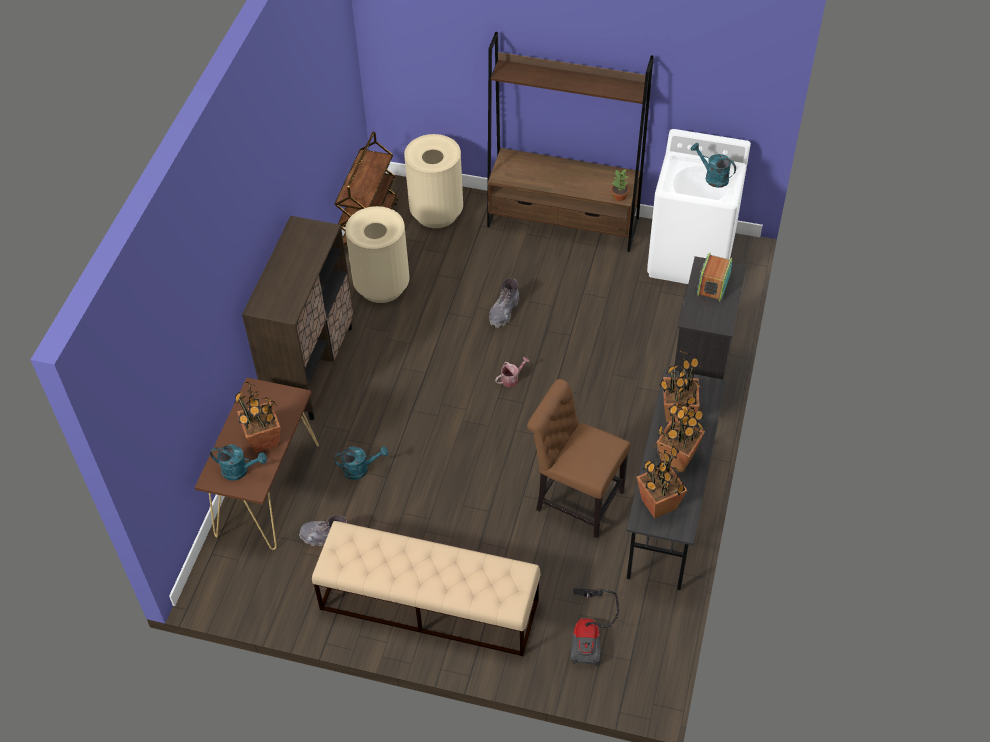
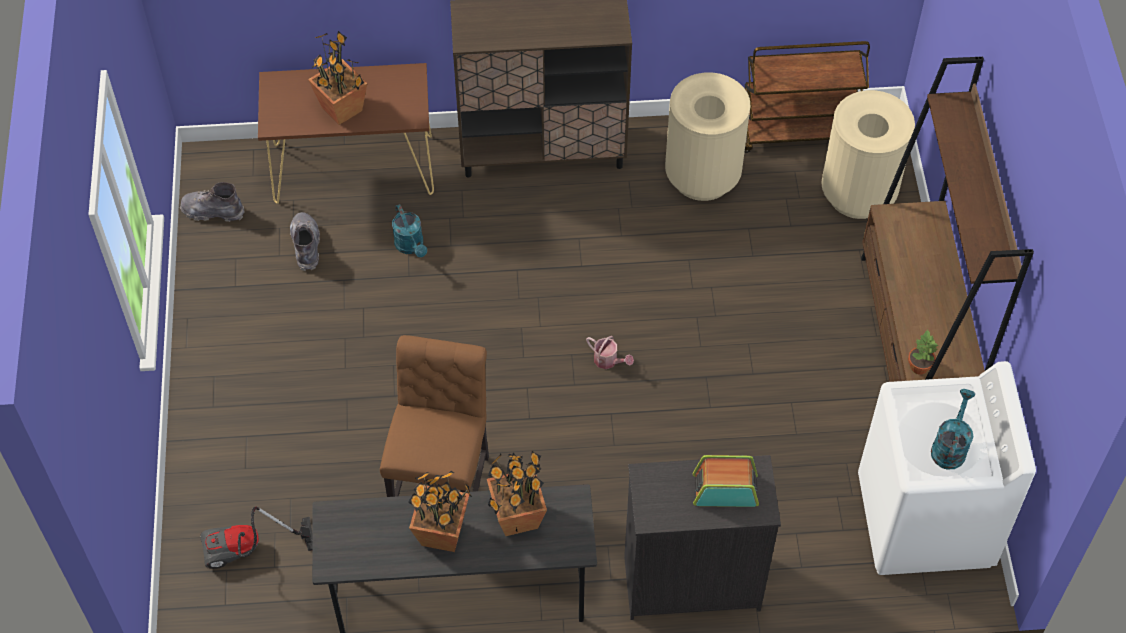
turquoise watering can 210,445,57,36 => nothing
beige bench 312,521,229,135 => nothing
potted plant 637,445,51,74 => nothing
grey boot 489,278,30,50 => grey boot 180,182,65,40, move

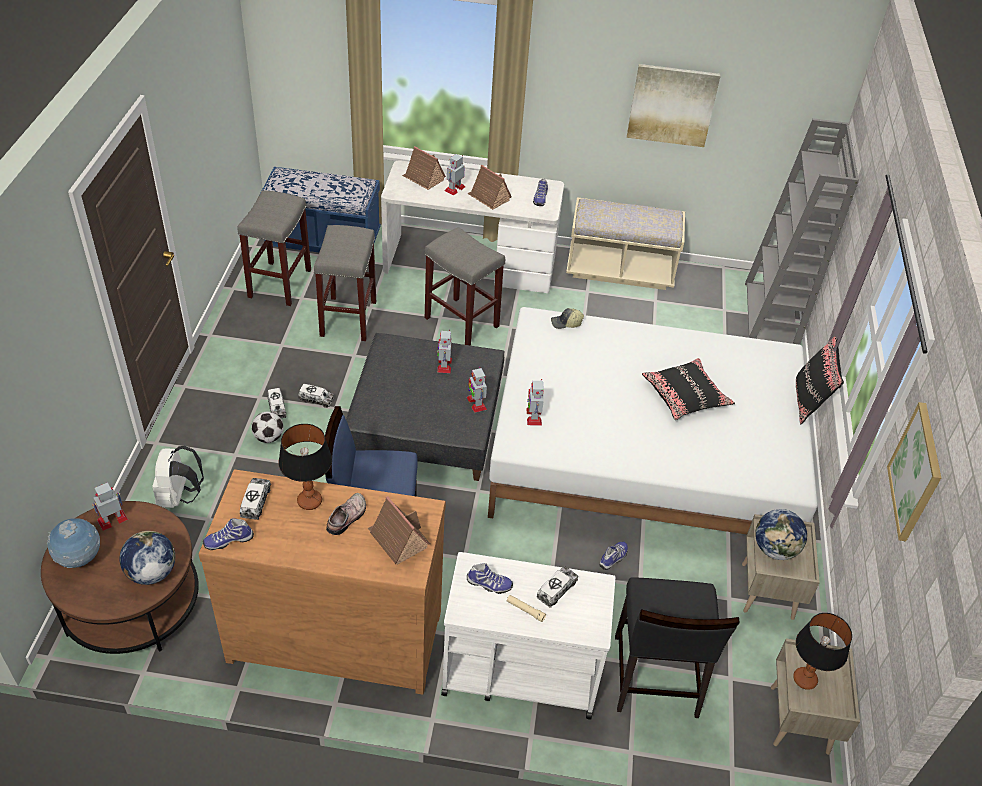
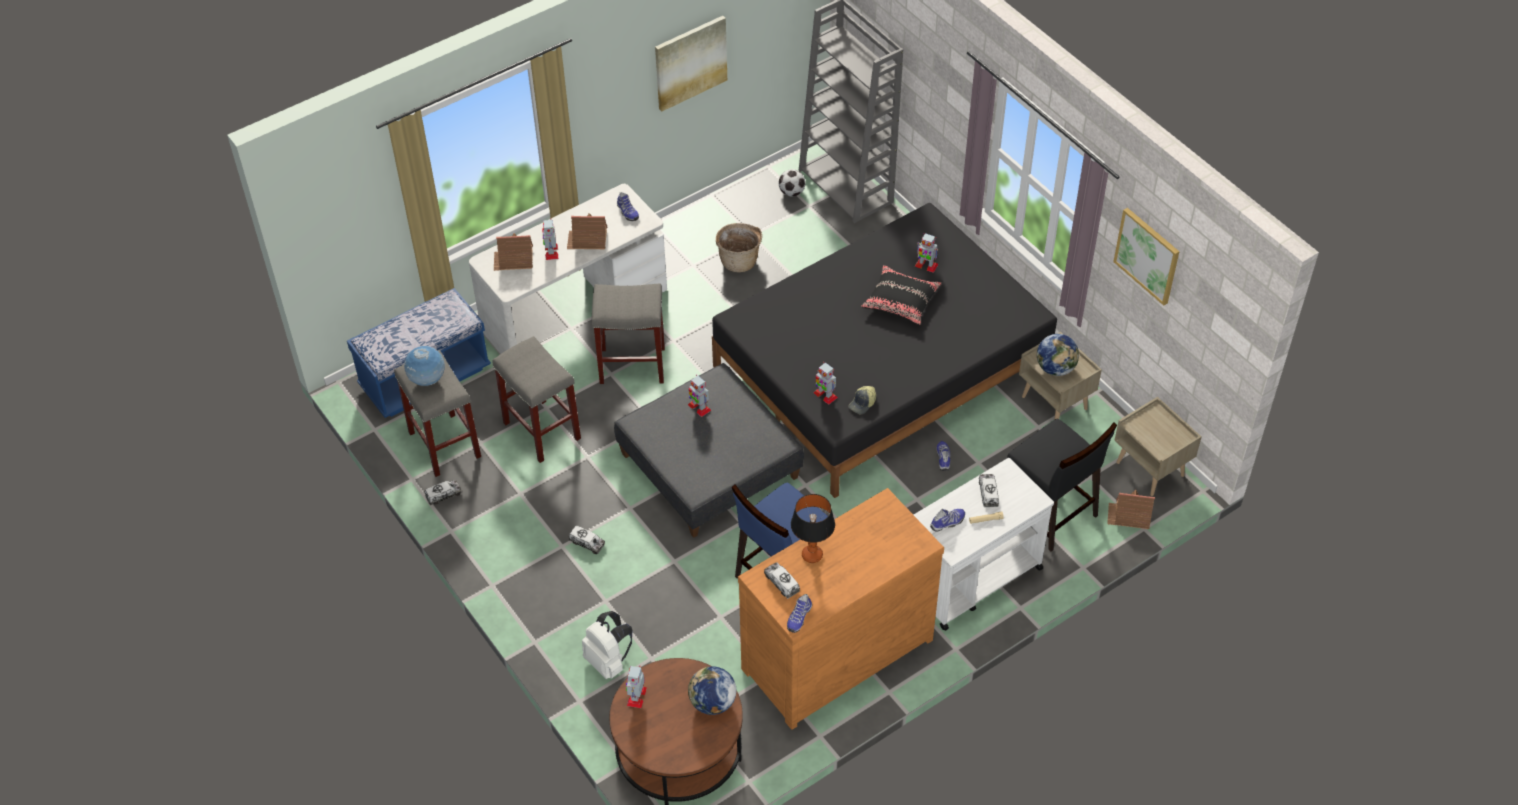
shoe 326,493,40,42 => nothing
beige bench 566,197,119,93 => nothing
table lamp 793,613,59,77 => nothing
black pillow 796,337,48,87 => nothing
nothing => basket 716,223,46,49
globe 47,518,53,50 => globe 404,346,41,40, move
football 251,412,33,31 => football 779,169,27,27, move
toy truck 298,384,36,24 => toy truck 425,480,37,25, move
toy house 368,496,63,69 => toy house 1108,490,47,39, move
toy robot 467,367,20,46 => toy robot 915,233,23,40, move
cap 551,308,33,21 => cap 848,386,28,29, move
white bed 488,307,330,227 => black bed 712,203,345,295

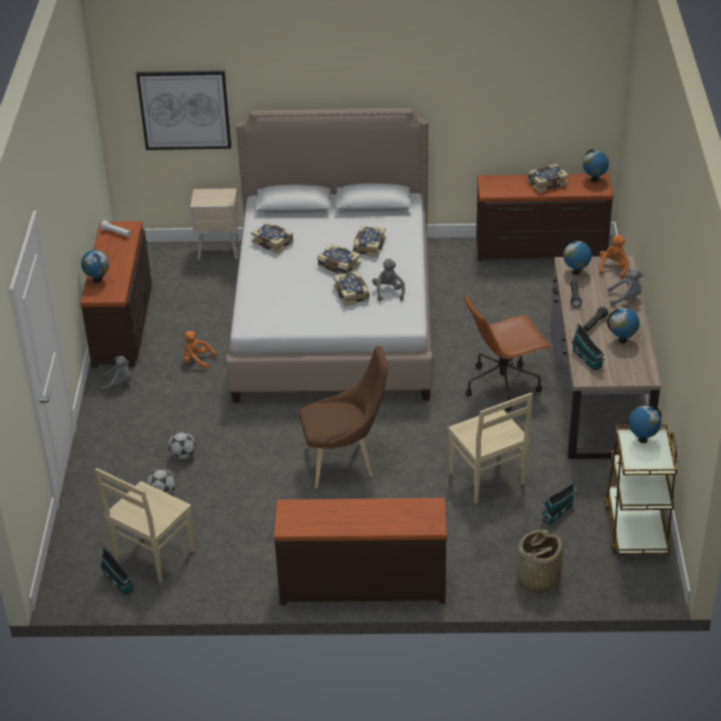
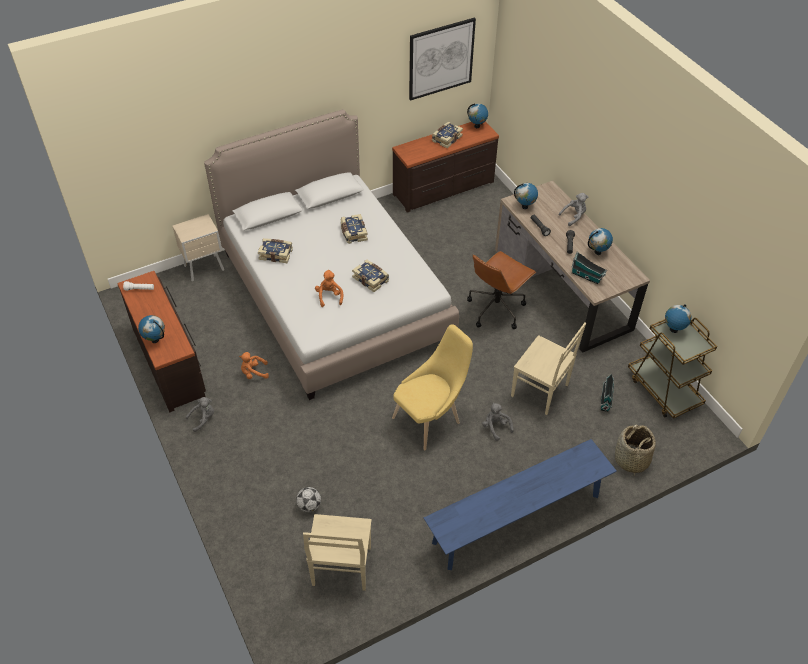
toy house 100,546,34,49 => nothing
football 168,432,28,27 => nothing
book 317,244,44,31 => nothing
picture 136,71,95,79 => picture 409,18,67,83, move
grey plush toy 372,259,33,42 => grey plush toy 482,402,32,39, move
orange plush toy 599,235,30,44 => orange plush toy 315,270,28,37, move
brown dresser 274,498,173,107 => blue bench 424,439,193,131
brown chair 299,346,89,142 => yellow chair 392,324,81,127

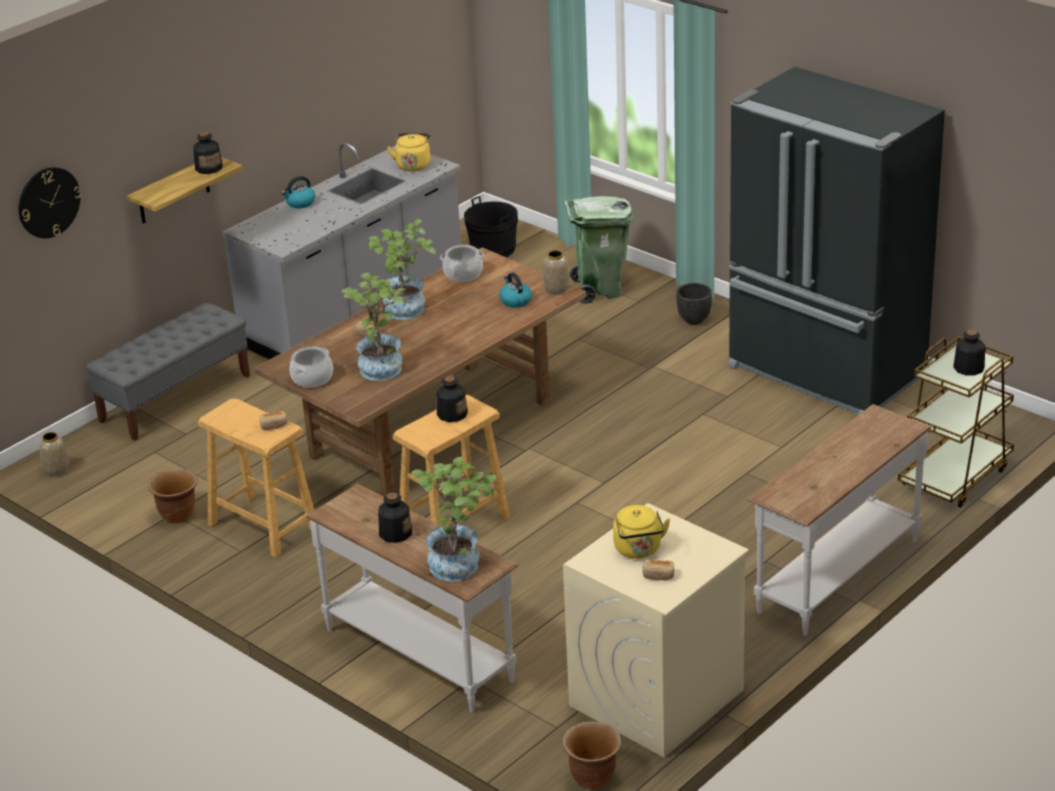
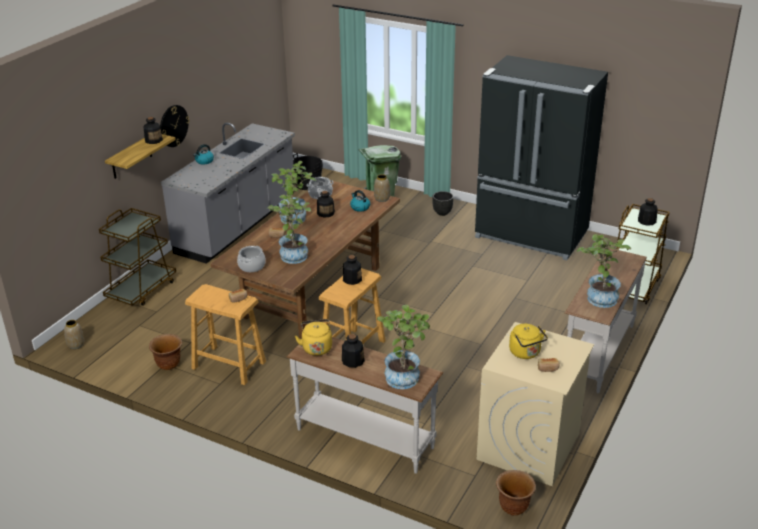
nothing => bottle 317,191,18,27
nothing => potted plant 577,234,54,74
wall clock 19,167,62,72 => wall clock 160,105,29,42, move
yellow kettle 387,133,43,38 => yellow kettle 295,319,37,37, move
grey bench 85,303,165,138 => brown cart 99,208,77,98

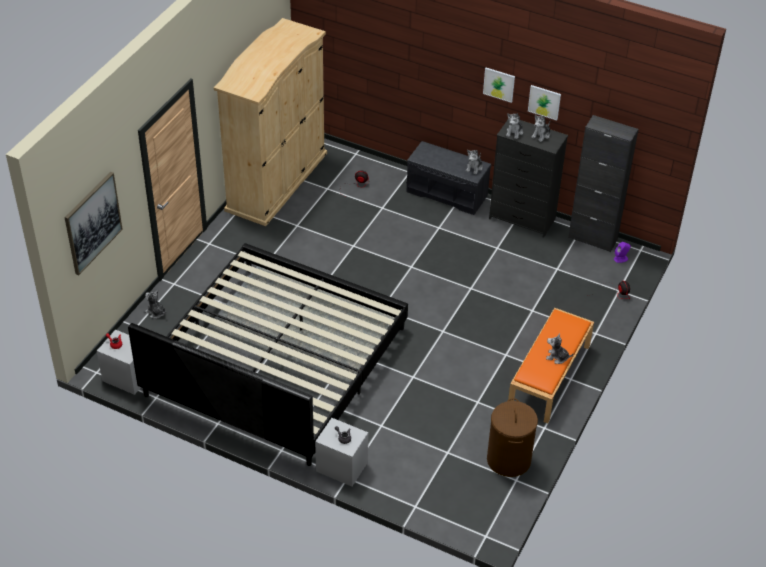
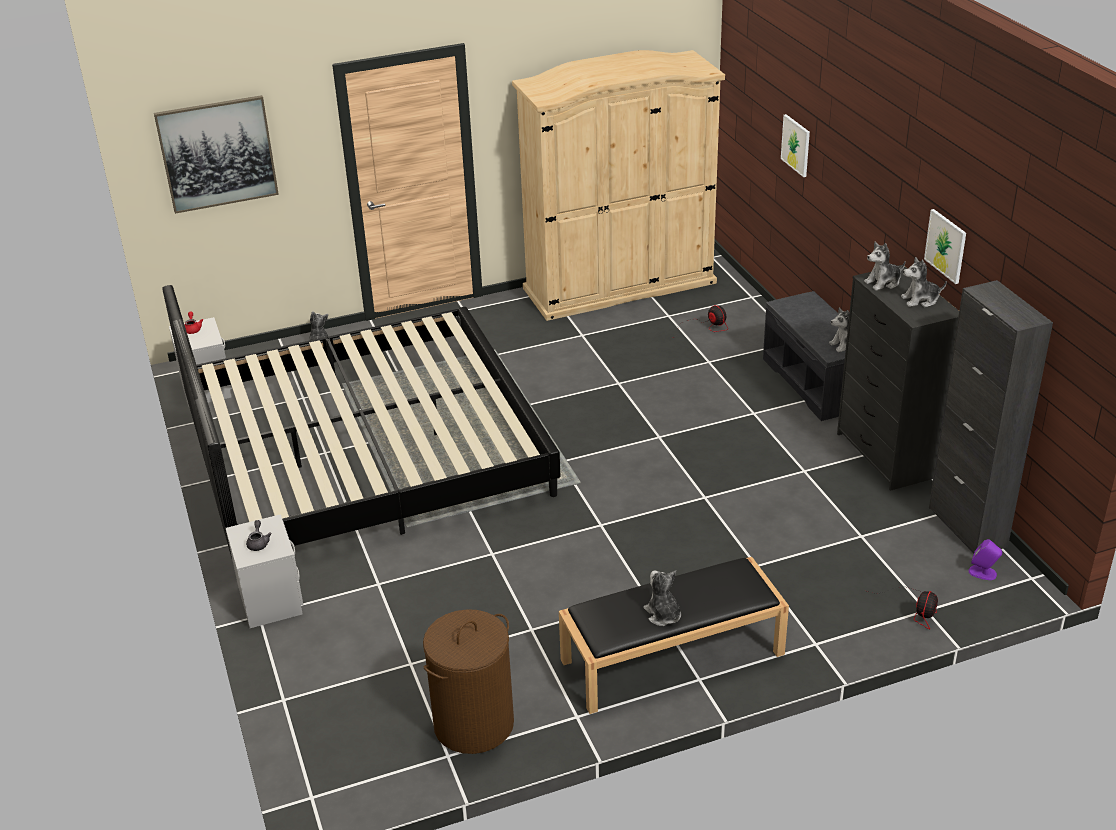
picture 483,68,32,35 => picture 781,114,29,63, move
orange bench 508,308,86,115 => black bench 559,557,230,157

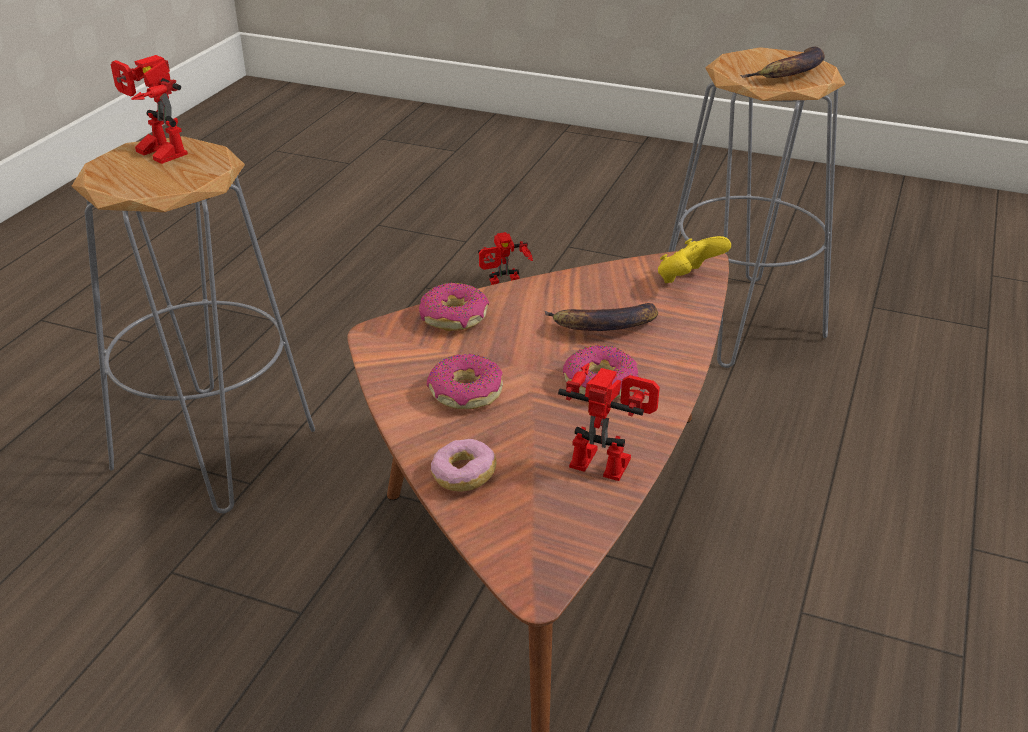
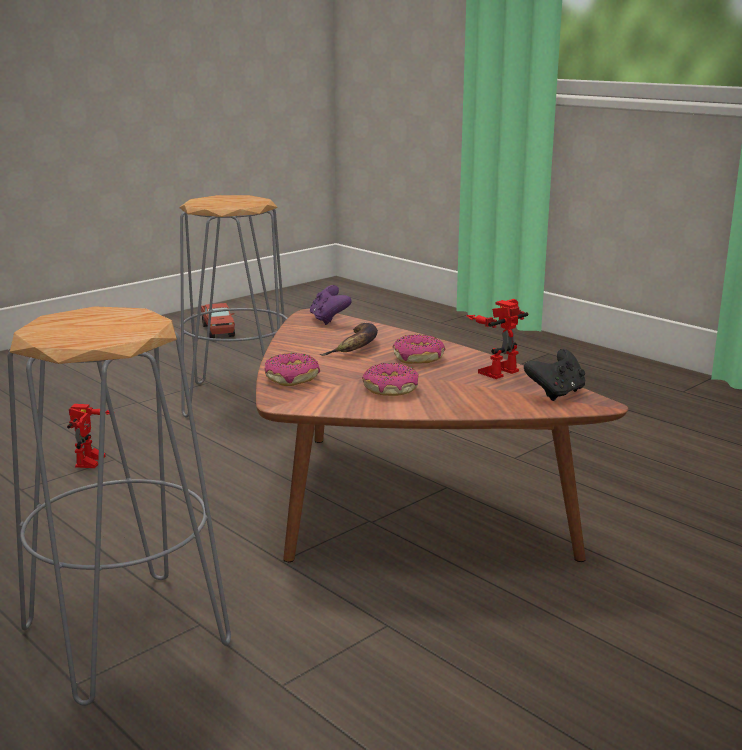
toy robot 111,55,77,109 => nothing
donut 431,439,66,53 => nothing
banana 740,47,85,31 => nothing
nothing => toy truck 201,303,34,35
nothing => black game controller 524,349,61,52
yellow game controller 658,236,73,47 => purple game controller 310,285,41,40

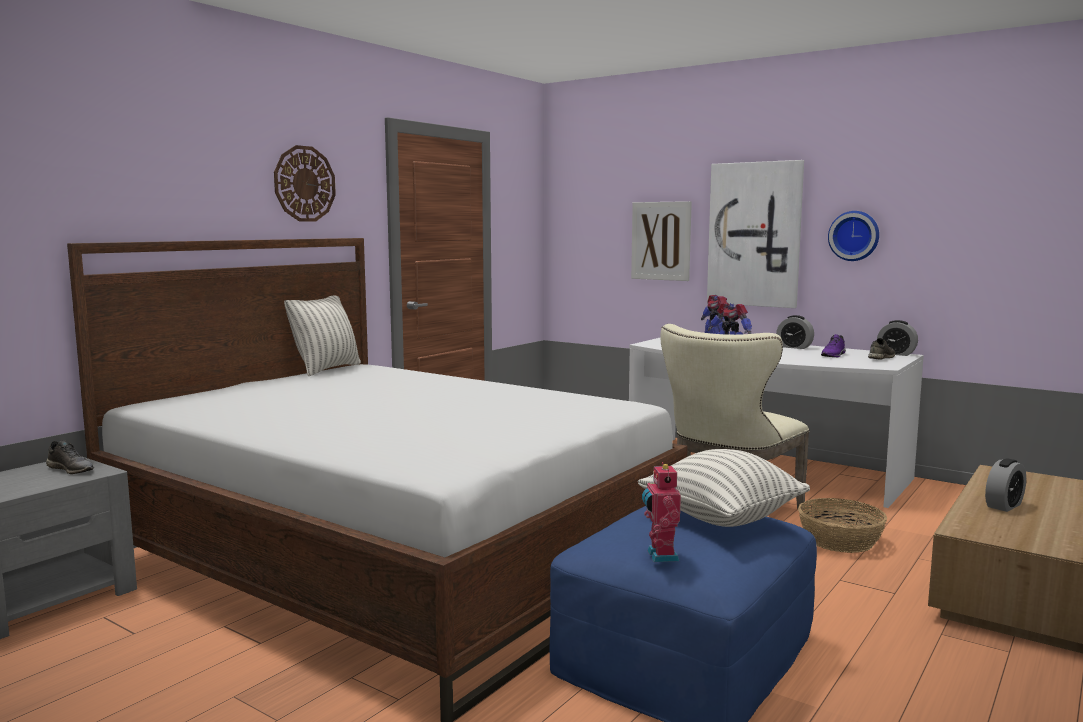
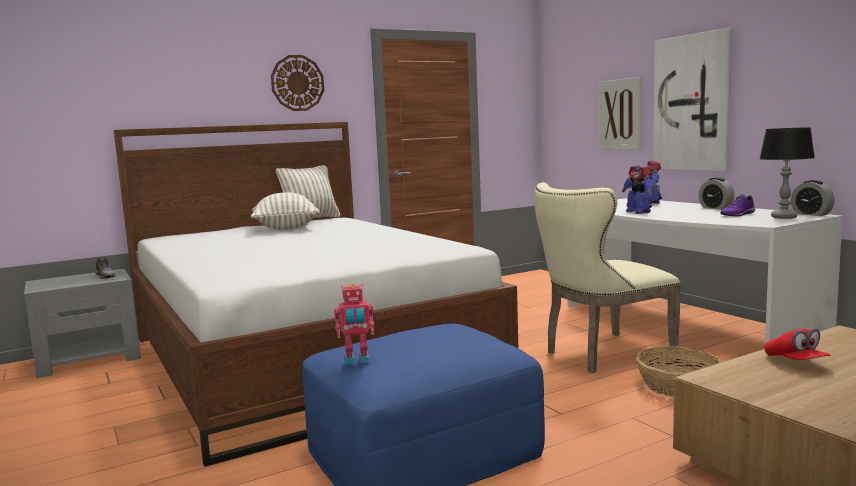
wall clock 828,211,51,50 => nothing
pillow 638,449,172,78 => pillow 251,192,69,38, move
grey shoe 868,338,27,22 => table lamp 759,127,56,92
alarm clock 985,458,41,54 => red cap 765,328,66,32
toy robot 642,462,39,100 => toy robot 334,283,40,81, 120 degrees counterclockwise

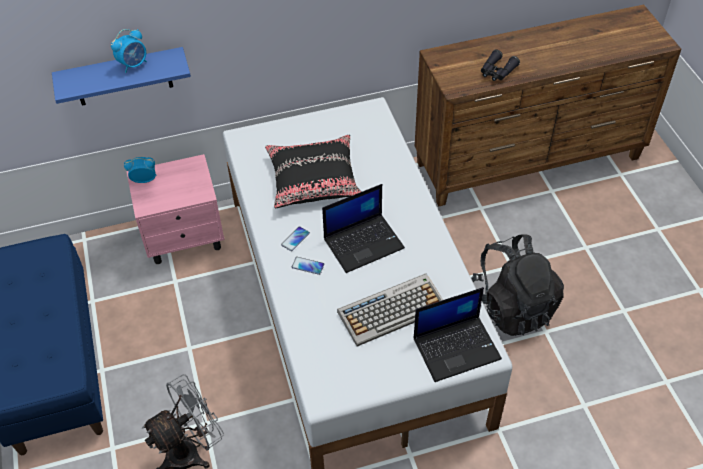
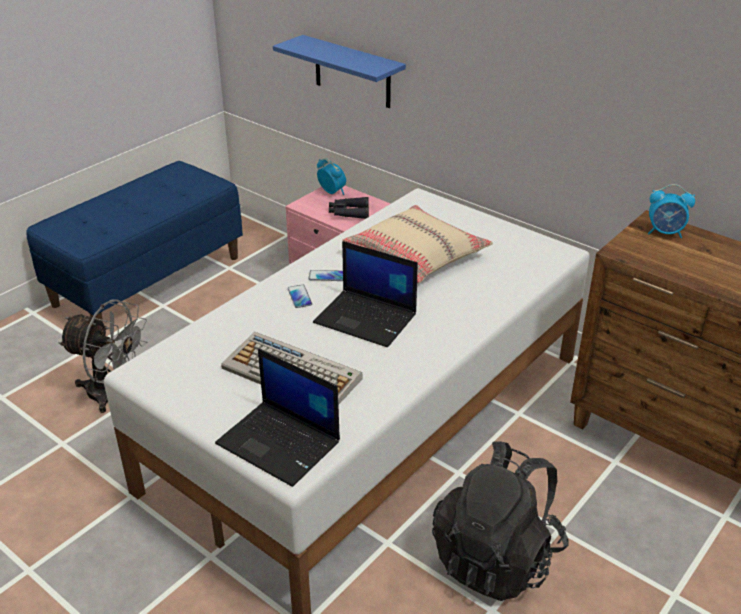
alarm clock 111,29,36,44 => alarm clock 648,184,47,54, move
black binoculars 481,49,39,32 => black binoculars 329,197,40,22, move
black pillow 265,135,96,73 => beige pillow 342,205,151,79

